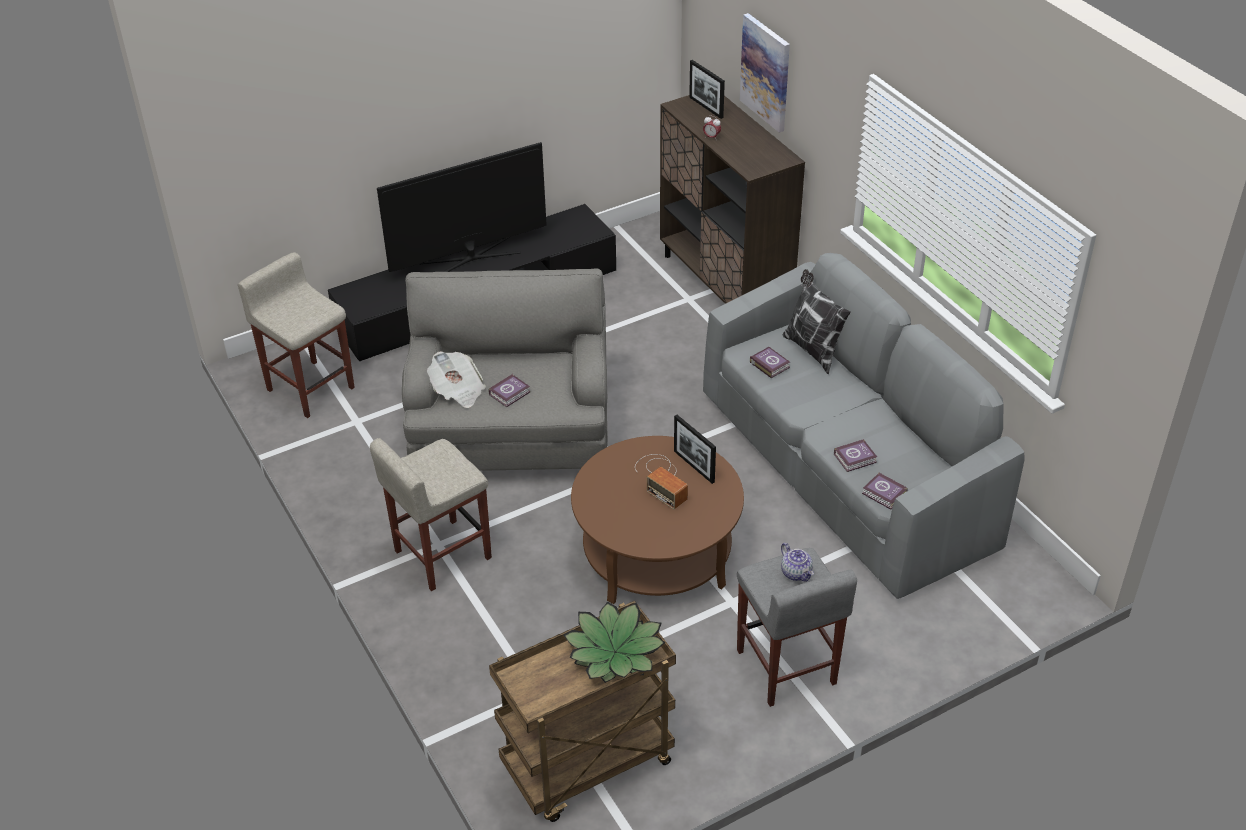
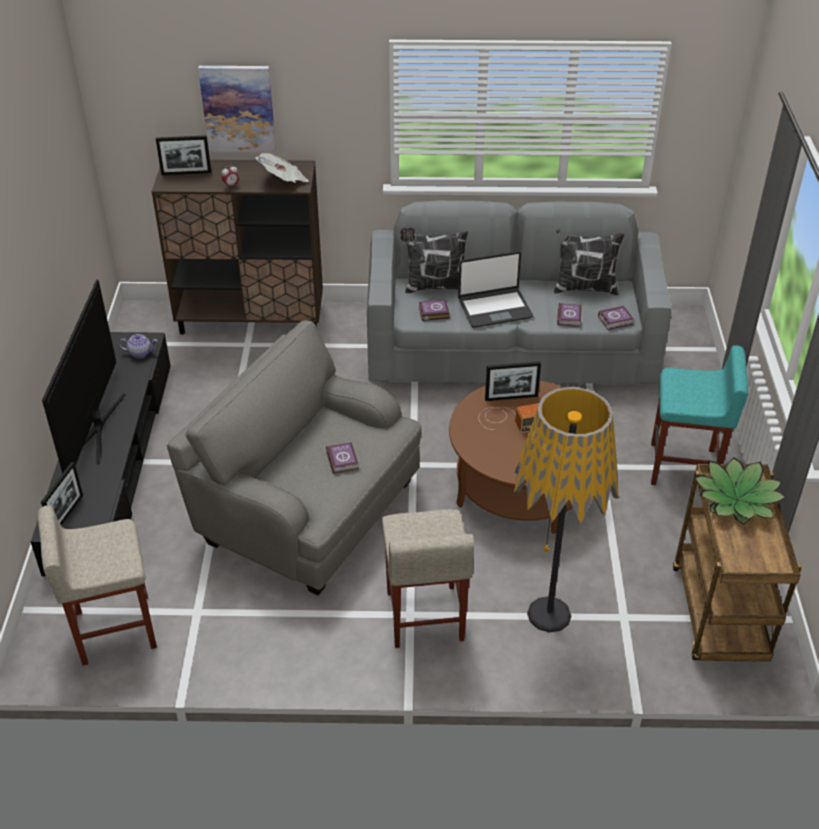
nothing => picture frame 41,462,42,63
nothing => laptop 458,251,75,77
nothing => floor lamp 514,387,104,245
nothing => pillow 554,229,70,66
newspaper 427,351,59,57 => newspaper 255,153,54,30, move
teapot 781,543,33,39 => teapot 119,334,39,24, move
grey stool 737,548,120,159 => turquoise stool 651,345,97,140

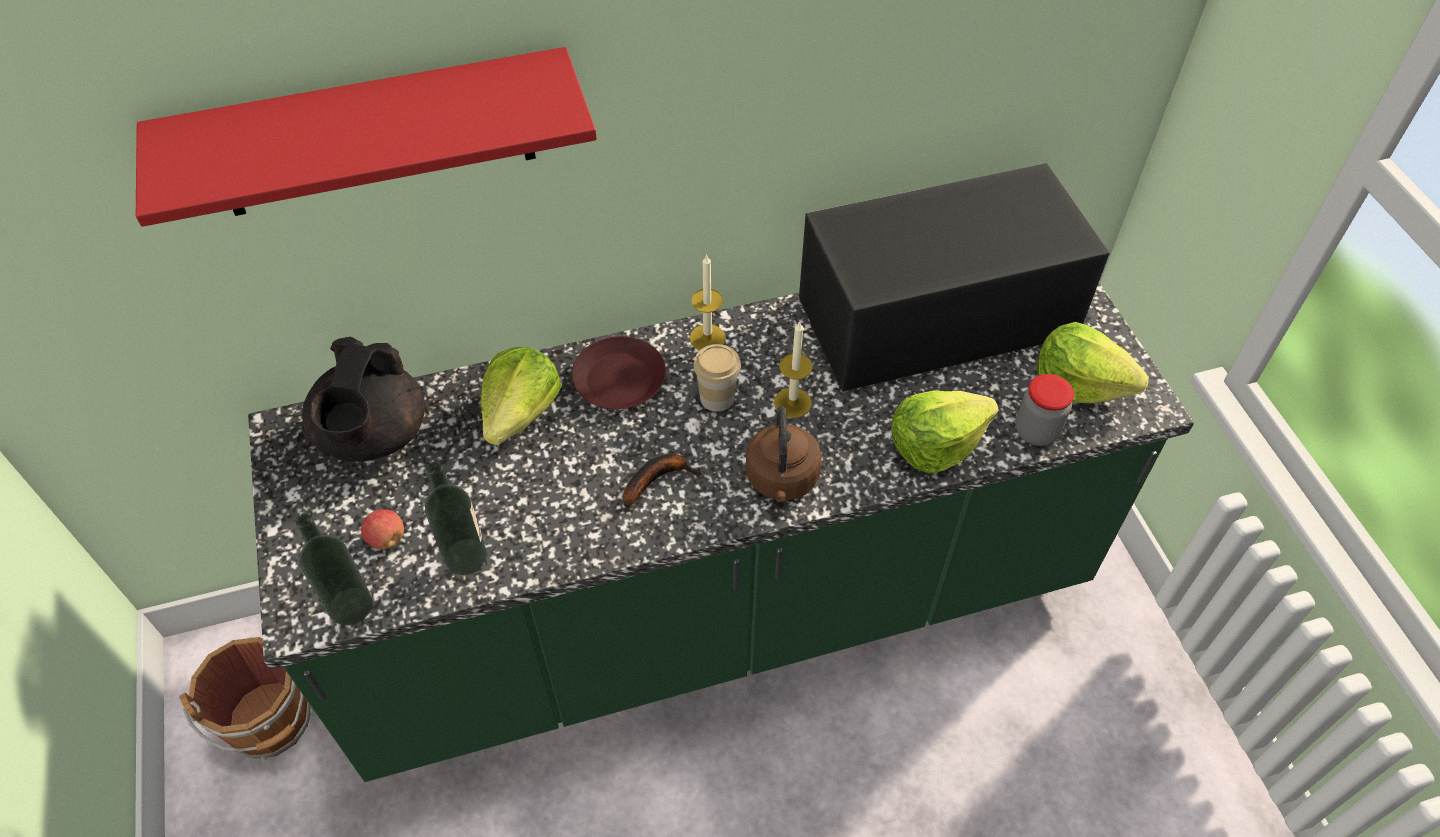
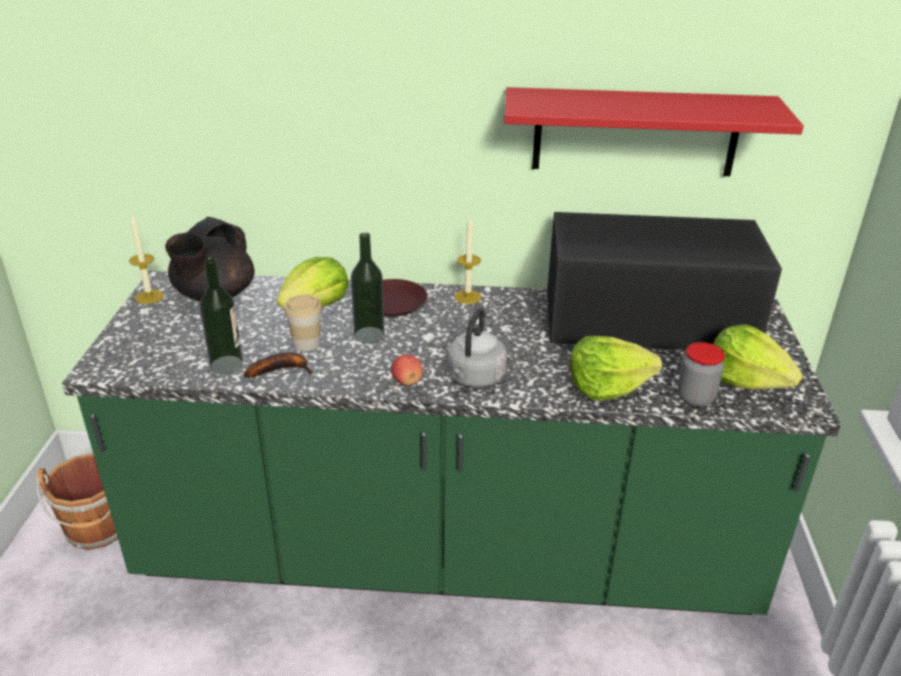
red shelf 136,47,461,180 => red shelf 504,87,300,89, move
bottle 296,514,77,112 => bottle 351,232,34,111, move
apple 361,509,43,41 => apple 391,354,32,31, move
banana 623,454,79,54 => banana 244,353,69,25, move
cup 693,344,48,68 => cup 284,295,38,56, move
candle 774,321,39,97 => candle 129,215,35,89, move
brown kettle 746,406,76,96 => grey kettle 447,308,60,80

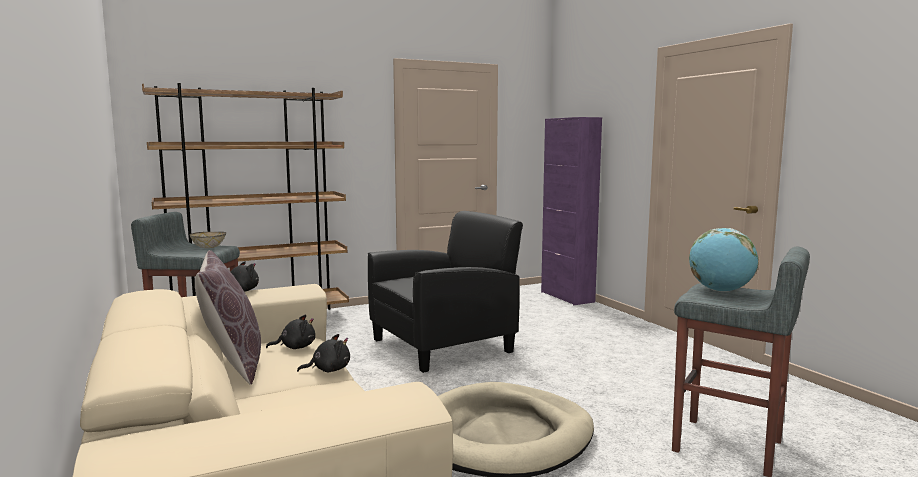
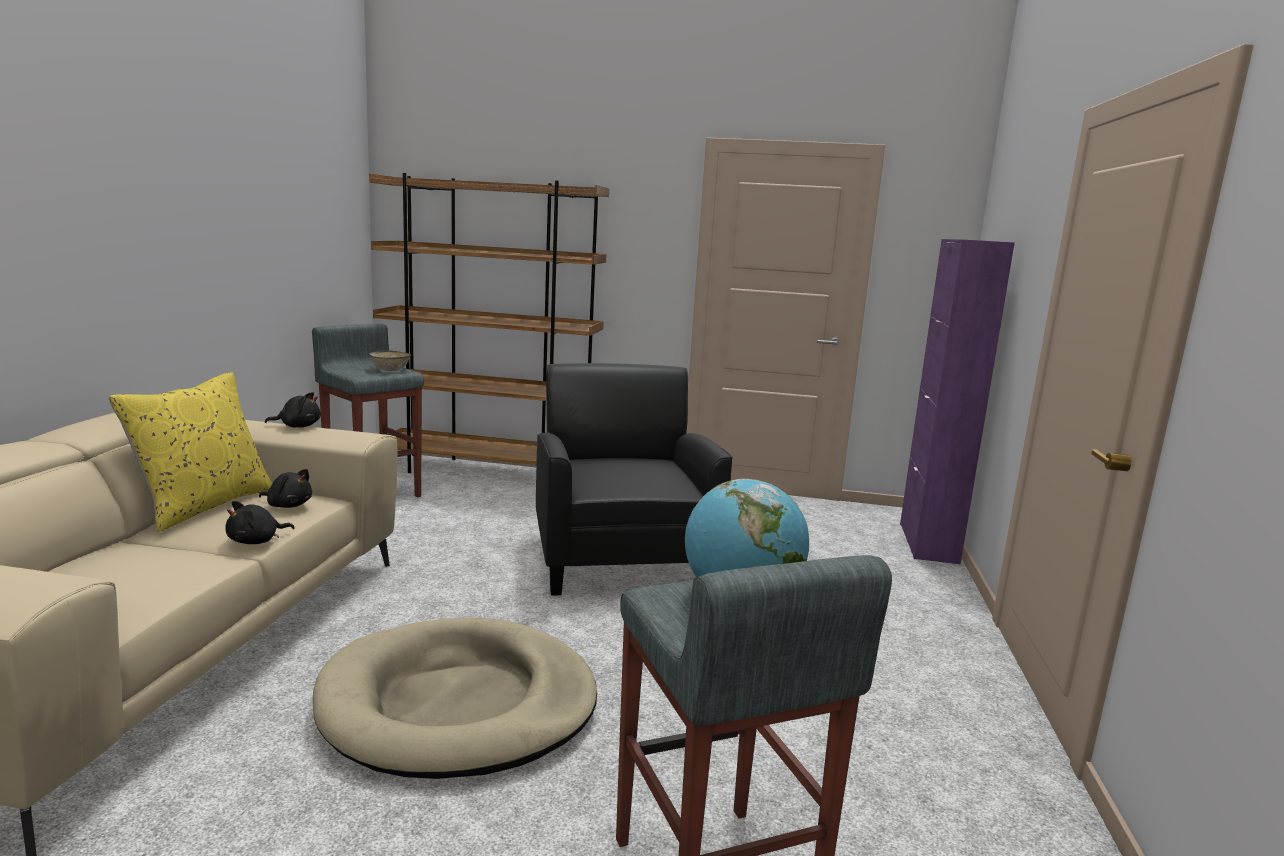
brown pillow 195,250,66,135 => yellow pillow 109,373,163,159
black plush toy 297,334,53,39 => black plush toy 225,501,70,43, 120 degrees clockwise
black armchair 368,211,155,162 => black armchair 536,363,197,233, 105 degrees counterclockwise

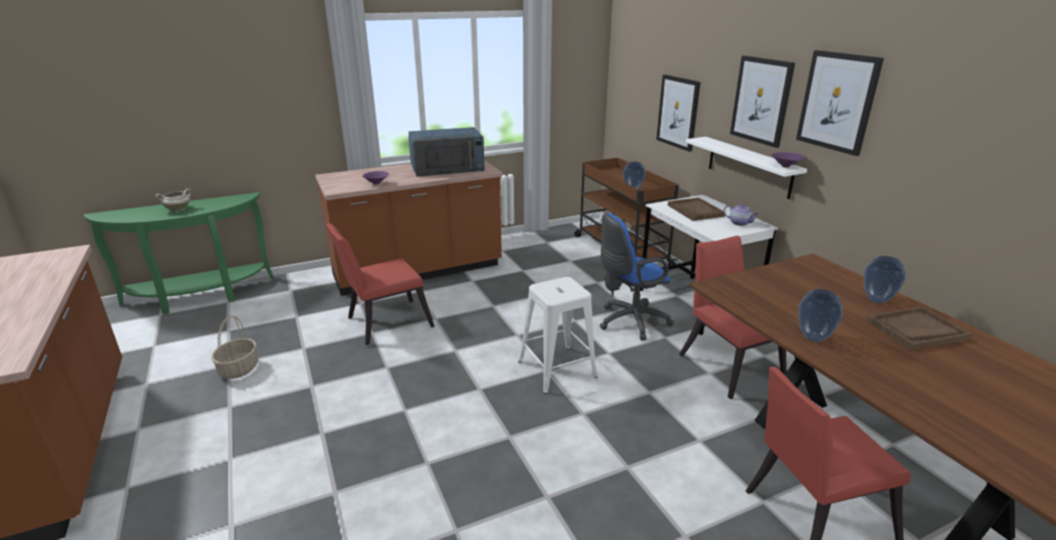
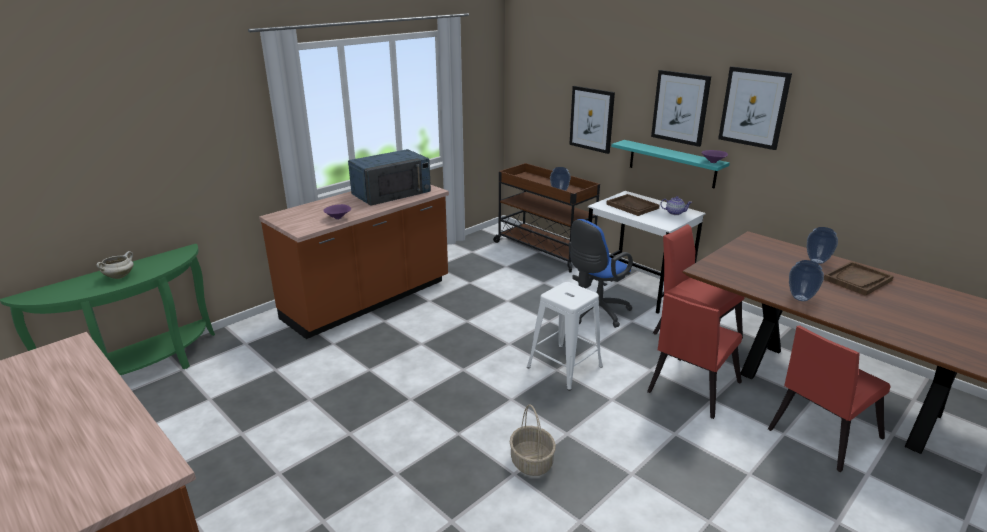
basket 211,316,47,63 => basket 510,404,46,72, move
red chair 326,223,109,122 => red chair 647,293,95,126, move
white shelf 686,137,121,62 => turquoise shelf 611,140,119,48

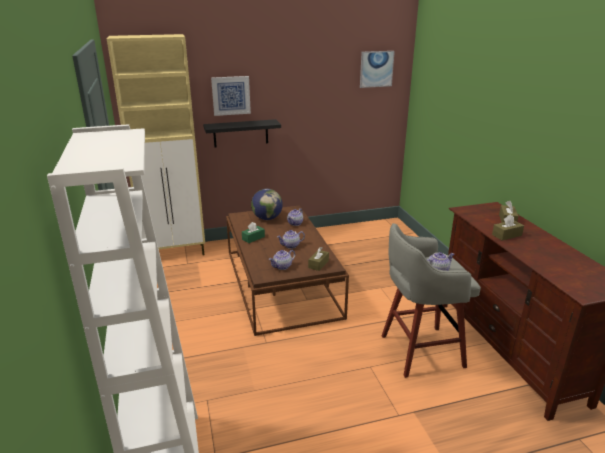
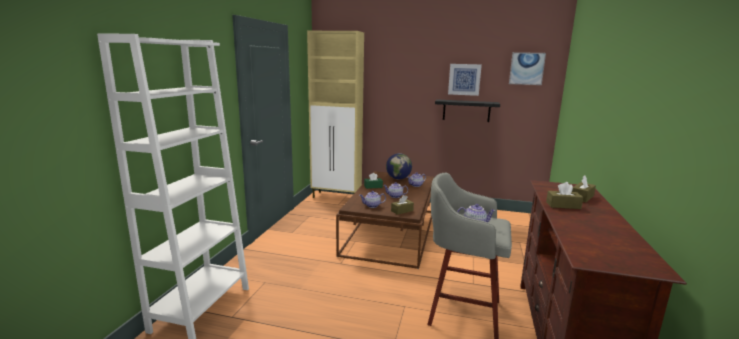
black shelf 203,119,78,28 => black shelf 435,99,65,23, move
picture 211,76,40,40 => picture 448,64,34,32, move

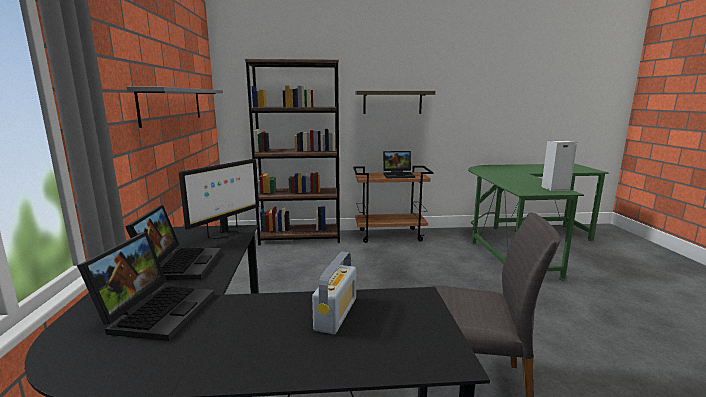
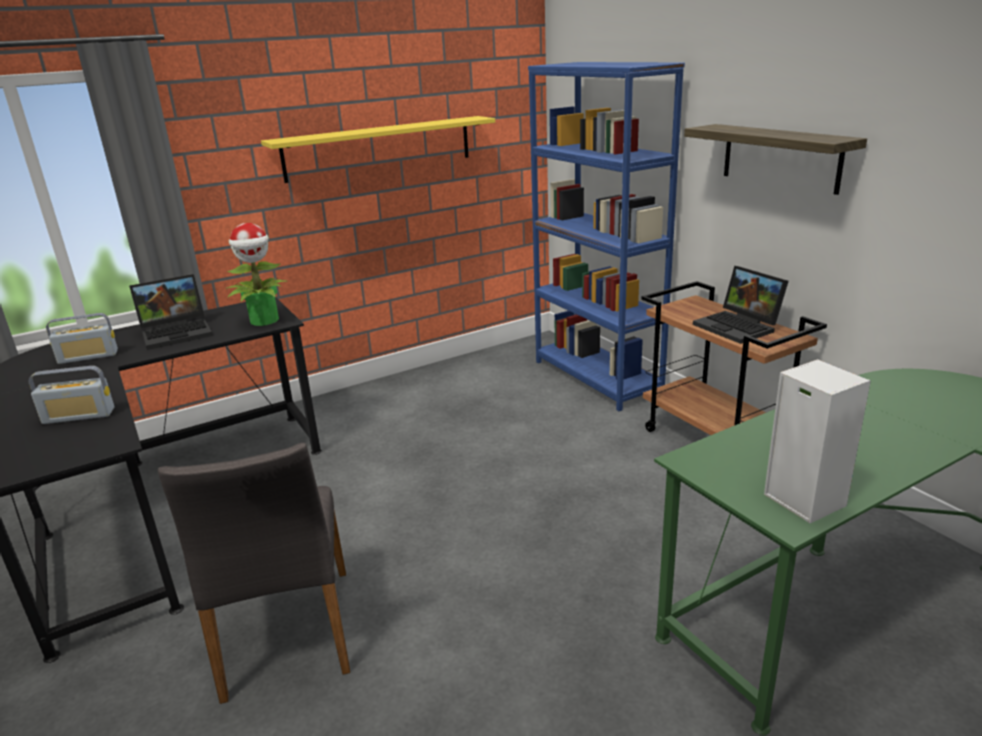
laptop 77,232,138,109 => radio 46,313,72,51
monitor 179,159,80,80 => potted plant 225,223,62,103
grey shelf 126,87,97,41 => yellow shelf 261,116,234,67
brown bookcase 245,59,95,186 => blue bookcase 528,62,157,349

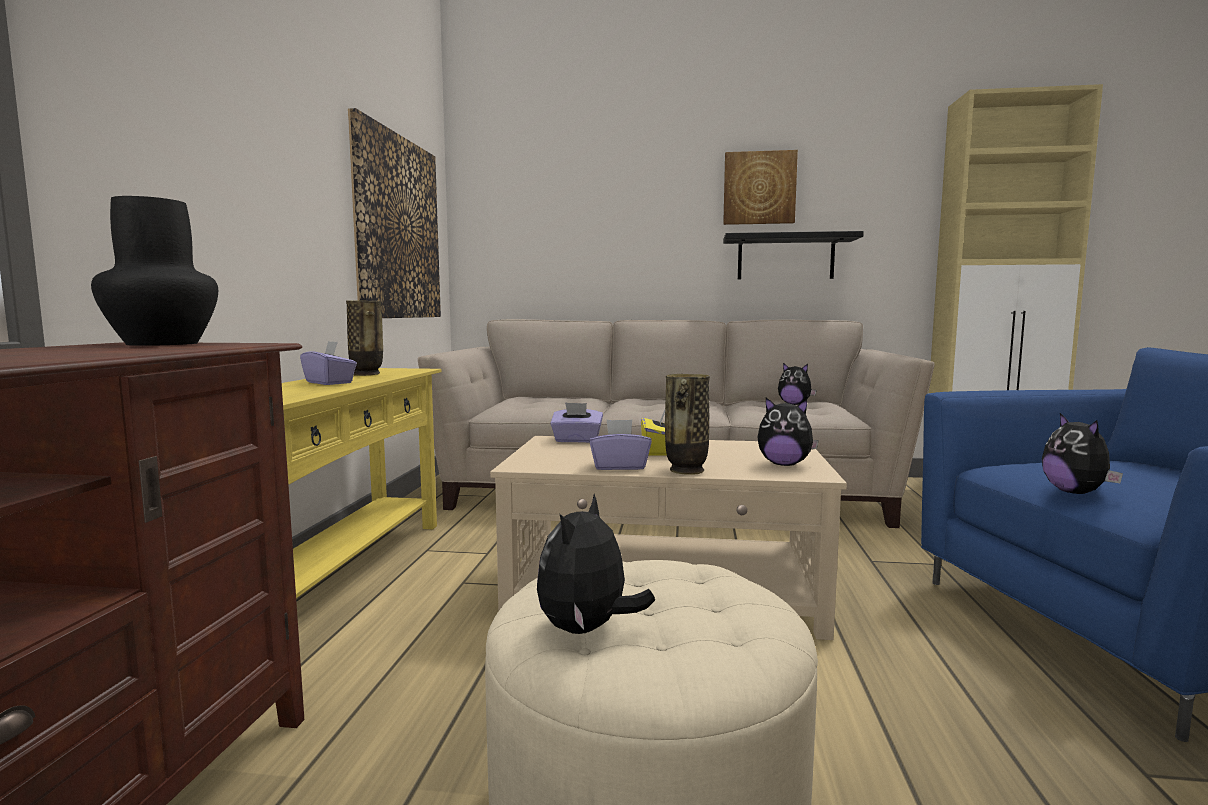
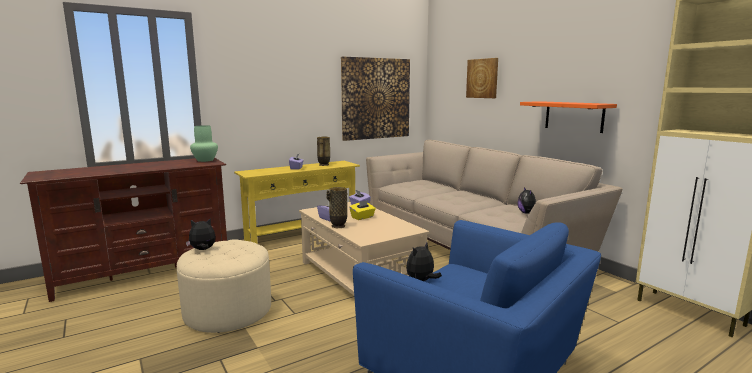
plush toy 757,398,62,68 => nothing
picture 723,150,75,75 => picture 466,58,32,40, move
black vase 91,196,127,150 => green vase 190,125,28,37
black shelf 723,231,141,48 => orange shelf 520,101,97,32

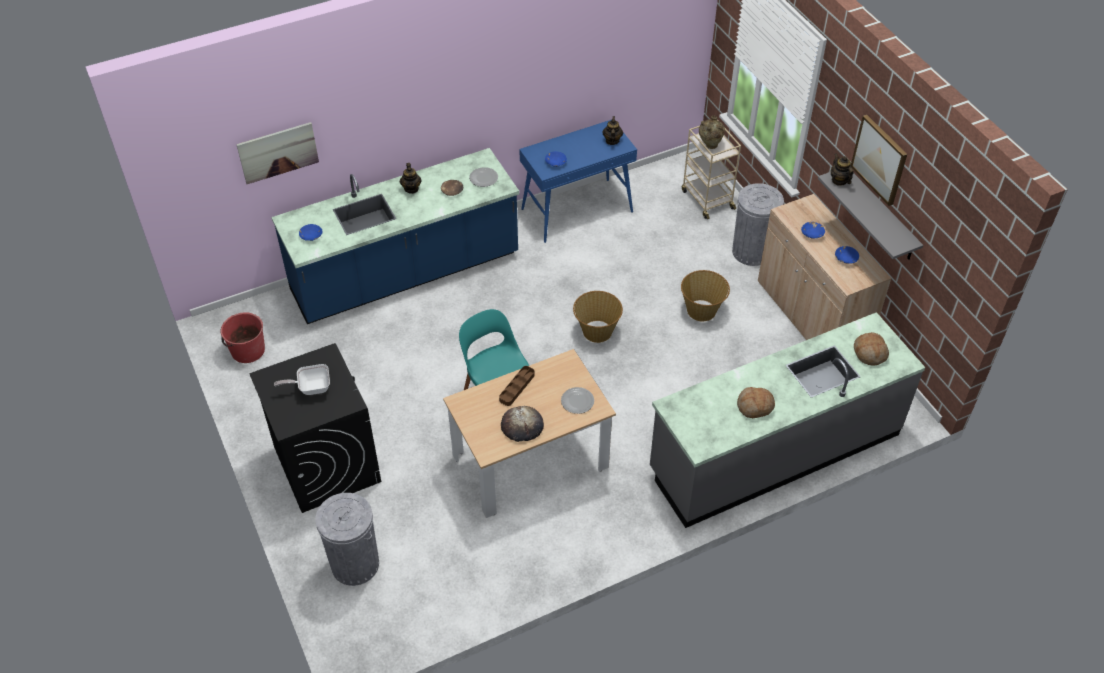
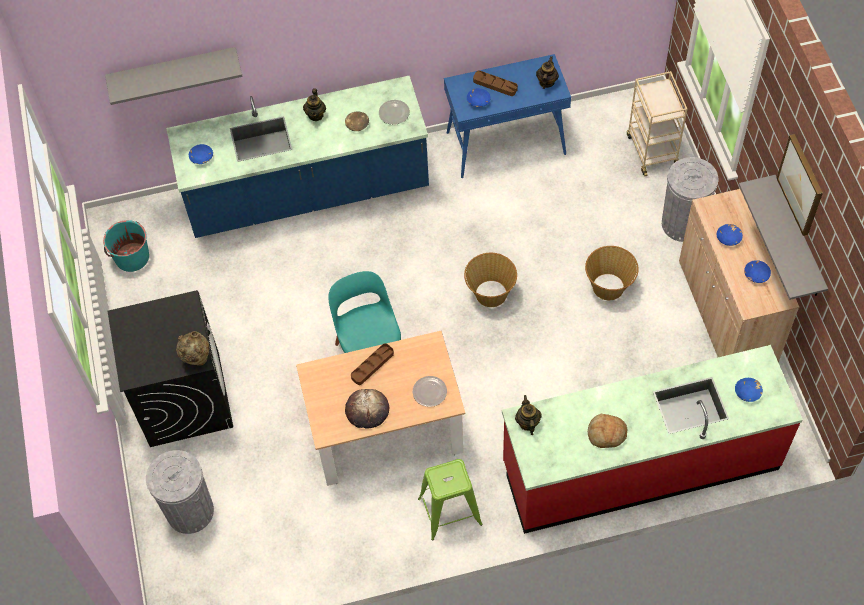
frying pan 274,364,56,31 => nothing
nothing => green stool 418,459,65,82
nothing => brown tray 473,70,45,26
beige vase 699,116,26,33 => beige vase 176,331,33,35, move
teapot 831,153,23,33 => teapot 515,395,27,40, move
picture 236,122,83,62 => grey shelf 105,47,138,58
bread 854,332,35,33 => blue bowl 735,378,28,24
red bucket 221,312,44,51 => turquoise bucket 103,220,46,52
grey counter 650,312,275,216 => red counter 502,345,301,189

